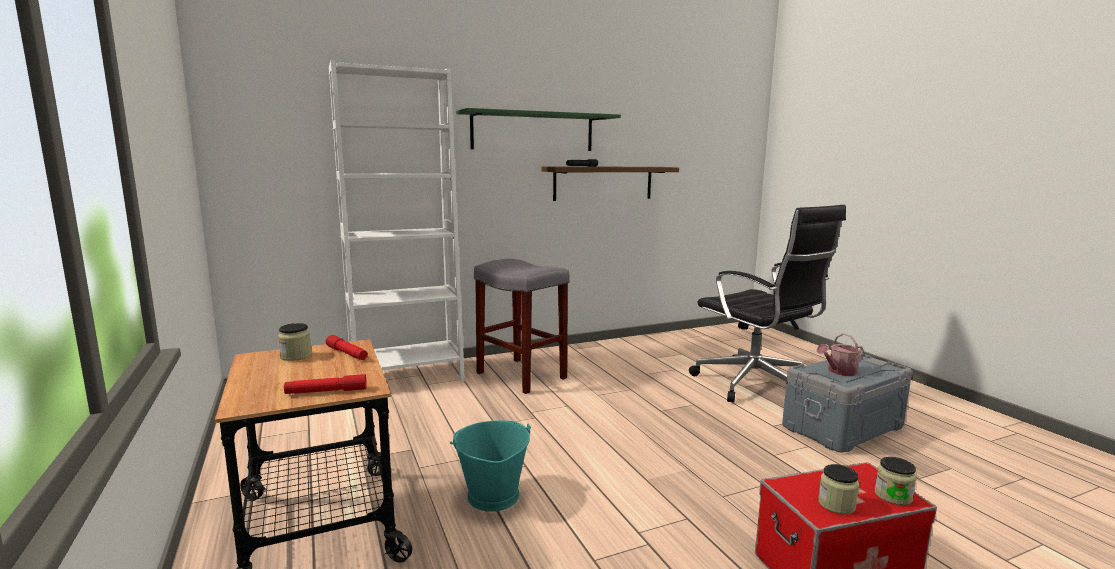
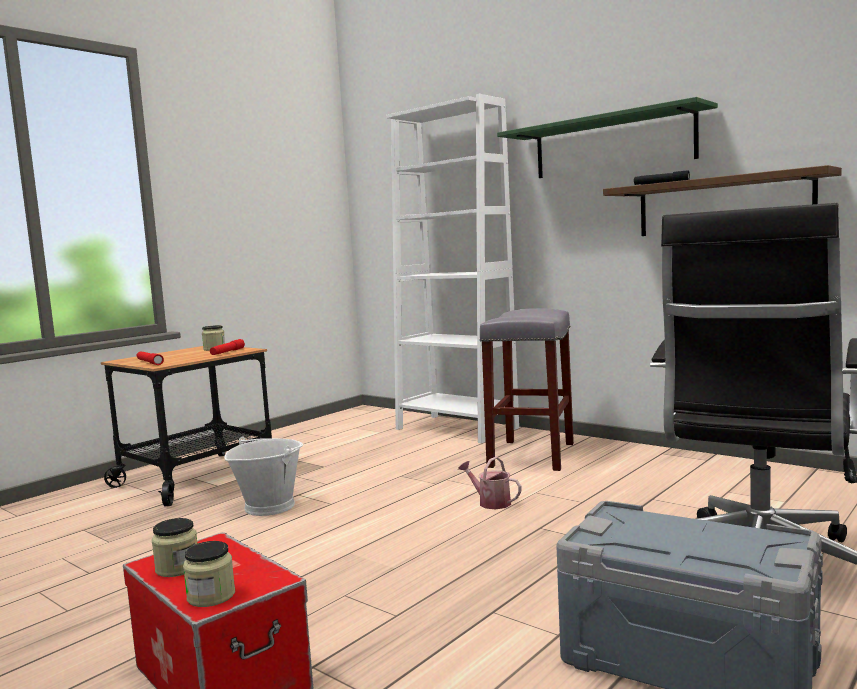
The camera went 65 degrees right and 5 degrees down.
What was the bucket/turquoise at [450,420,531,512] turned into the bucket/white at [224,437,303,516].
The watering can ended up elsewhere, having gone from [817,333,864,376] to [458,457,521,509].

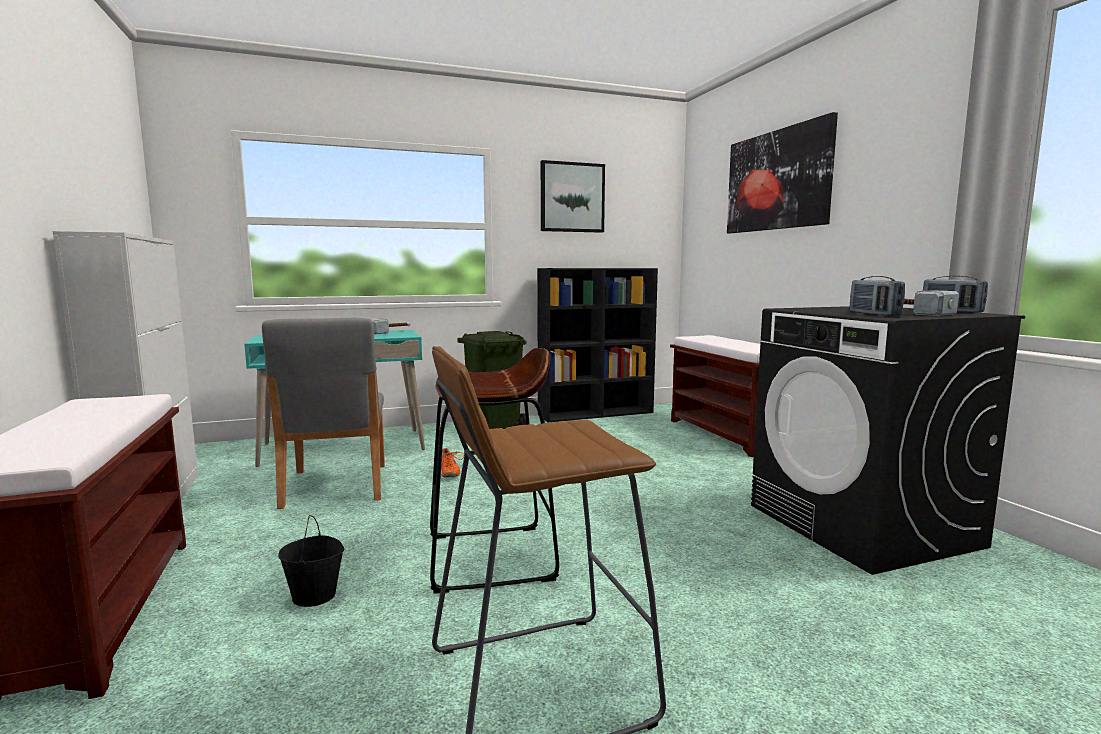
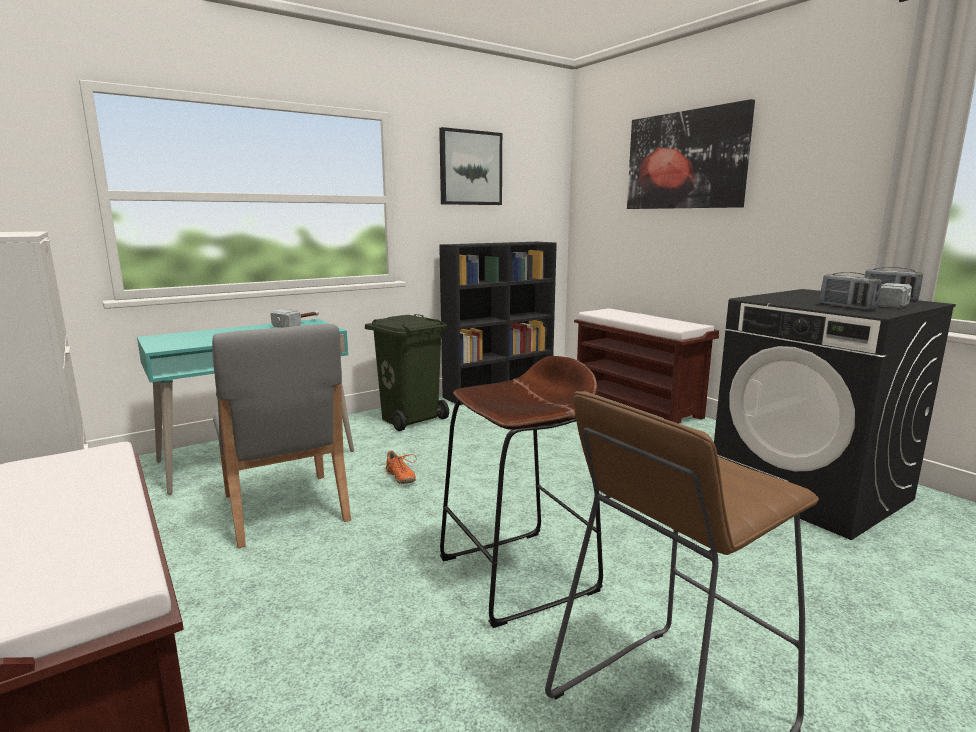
The camera went 15 degrees left and 5 degrees up.
The second view lost the bucket/black at [278,515,344,607].

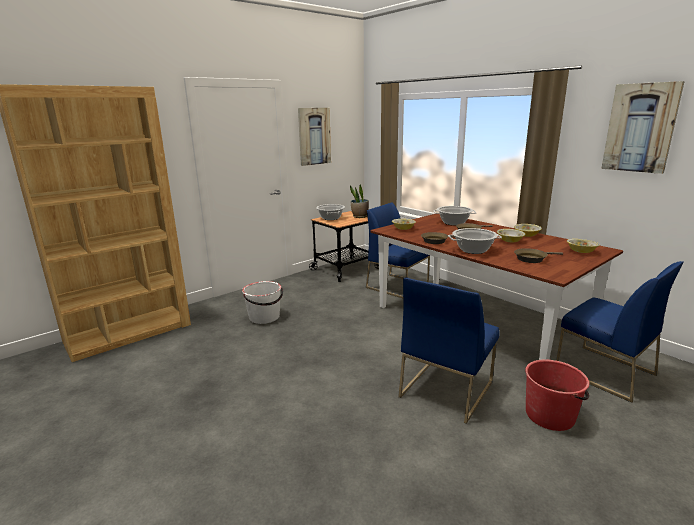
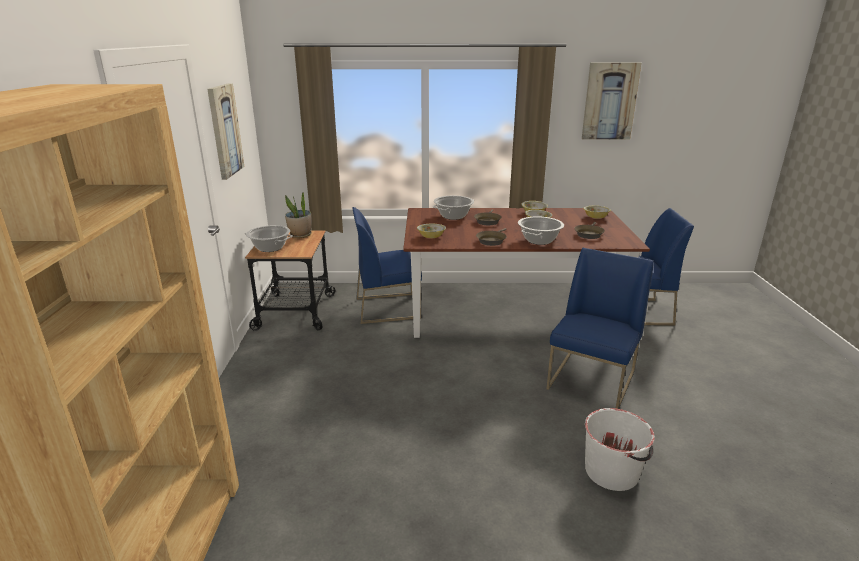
The camera went 50 degrees left and 5 degrees up.
The chair/blue at [398,278,500,424] ended up facing another way, 135 degrees counterclockwise from before.
The bucket/white ended up elsewhere, having gone from [242,281,283,324] to [585,408,654,491].
The second view lost the bucket/red at [525,359,589,431].

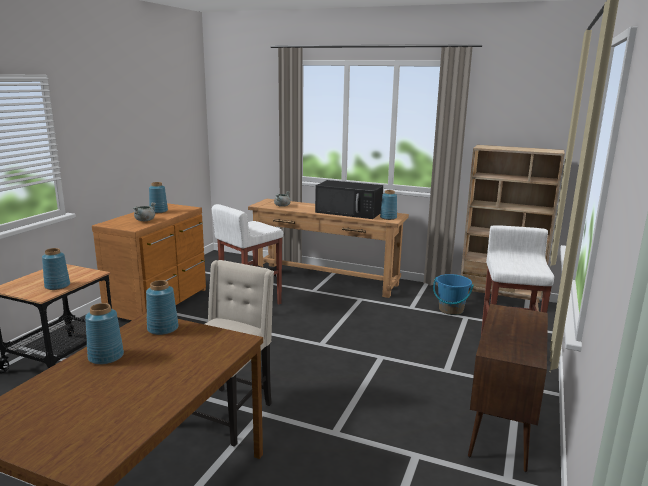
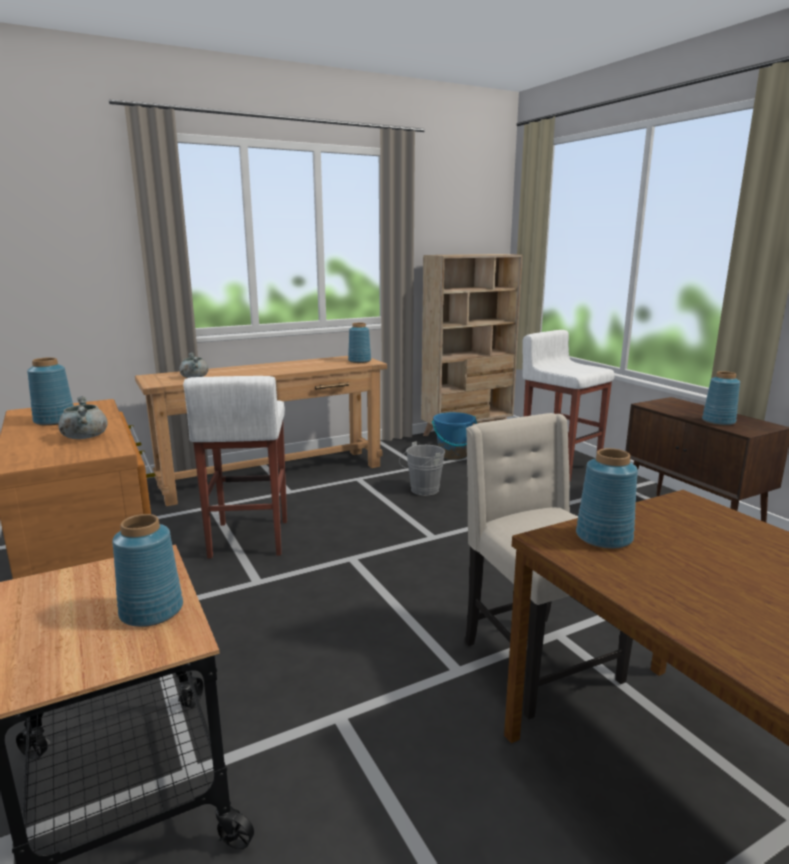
The camera went 50 degrees left and 0 degrees up.
The second view gained the bucket/grey at [399,442,445,496].
The vase/blue ended up elsewhere, having gone from [85,303,124,365] to [702,371,740,426].
The second view lost the microwave/black at [315,180,383,219].

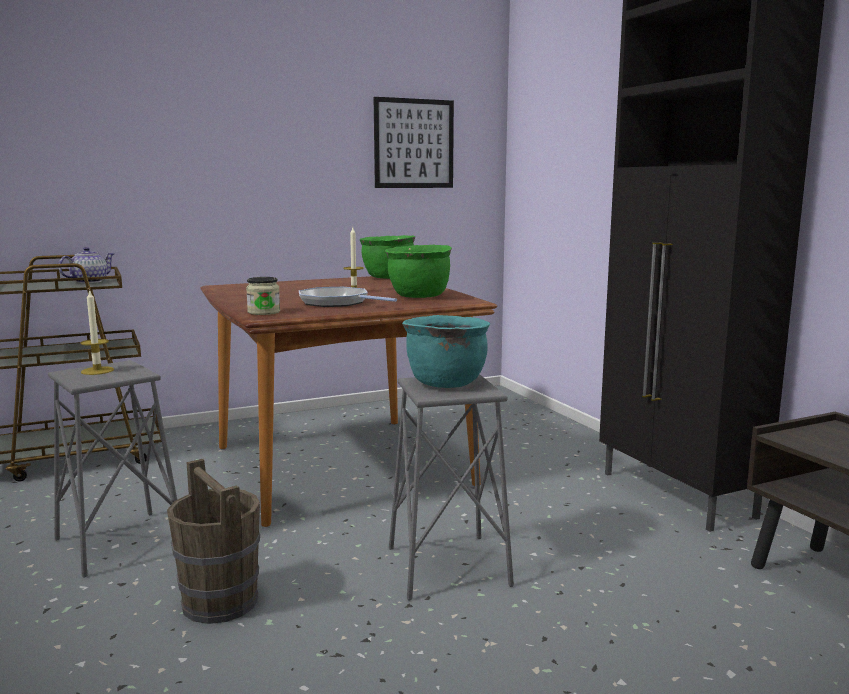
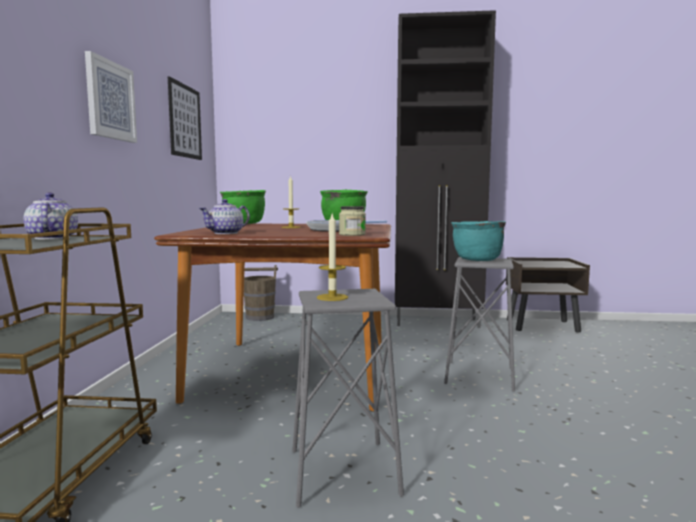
The camera went 60 degrees left and 5 degrees down.
The second view gained the picture at [85,51,137,143].
The second view gained the teapot at [199,199,250,234].
The bucket/brown ended up elsewhere, having gone from [167,459,260,624] to [244,265,278,321].

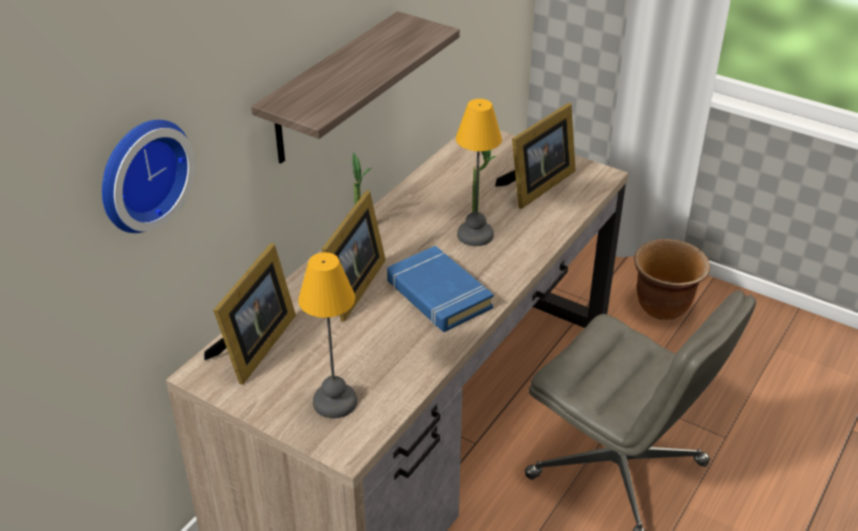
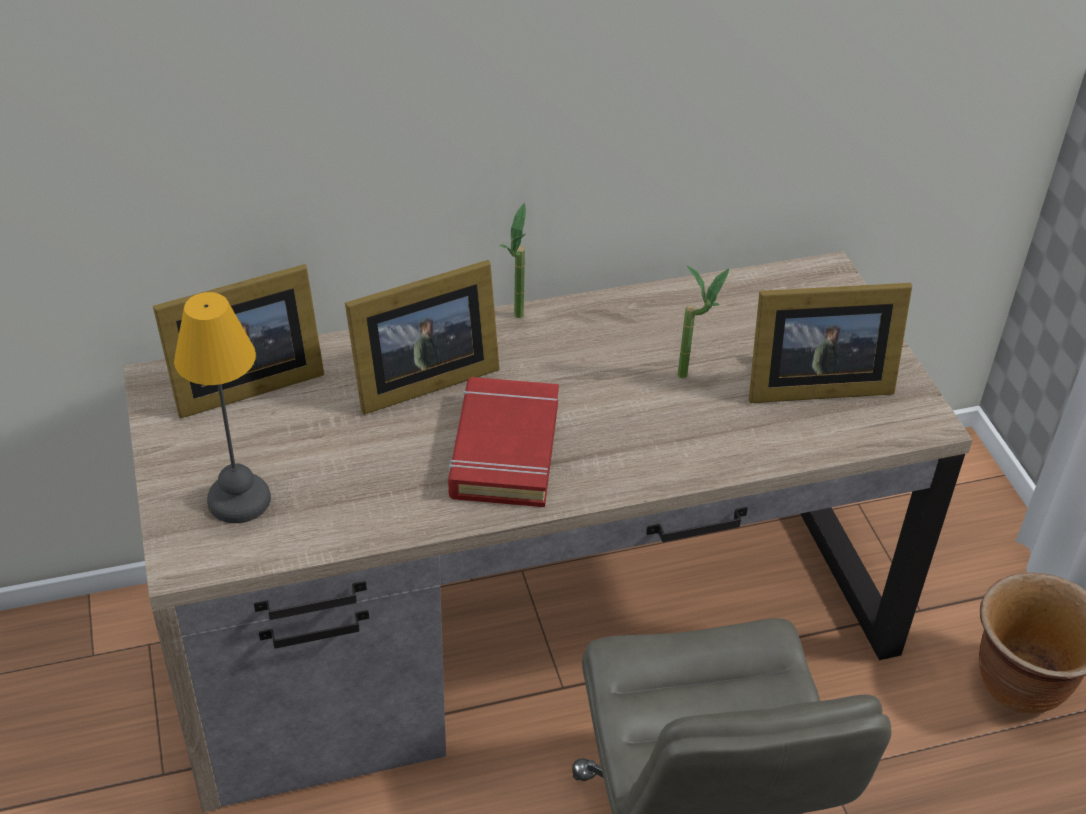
The camera went 40 degrees right and 5 degrees up.
What was the book/blue at [387,246,494,332] turned into the book/red at [448,377,559,507].
The second view lost the wall clock at [102,120,195,233].
The second view lost the shelf at [251,11,460,164].
The second view lost the table lamp at [456,99,502,246].

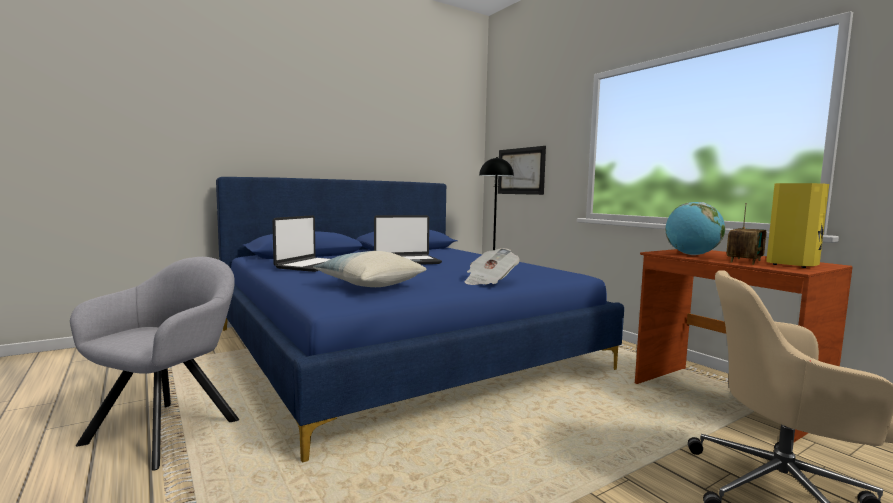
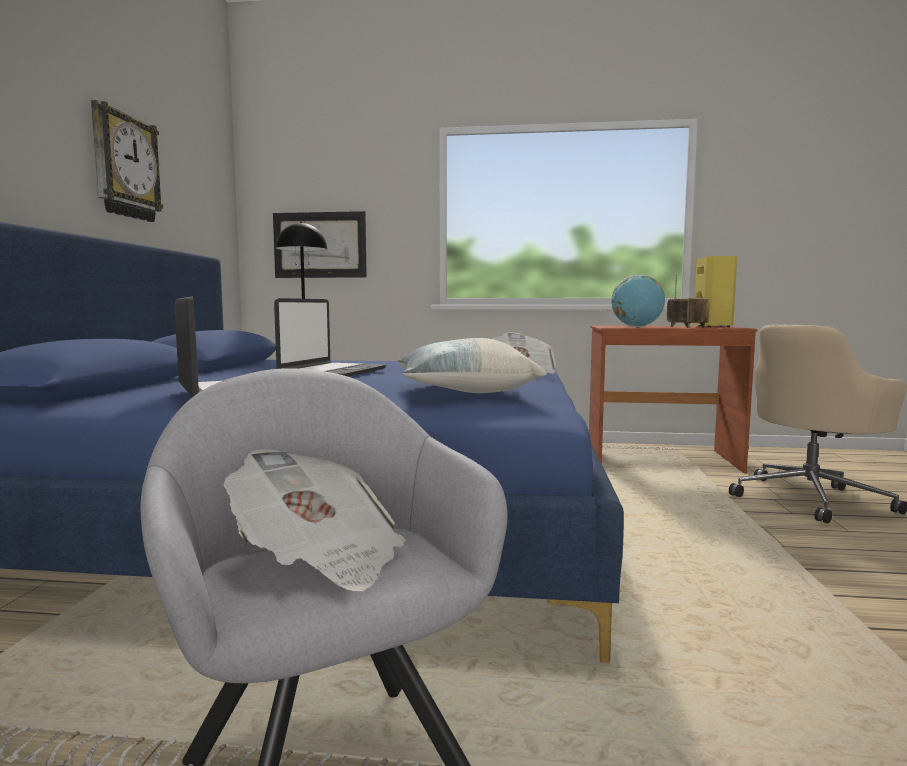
The camera went 50 degrees left and 0 degrees up.
The second view gained the wall clock at [91,100,163,222].
The second view gained the newspaper at [224,449,405,591].

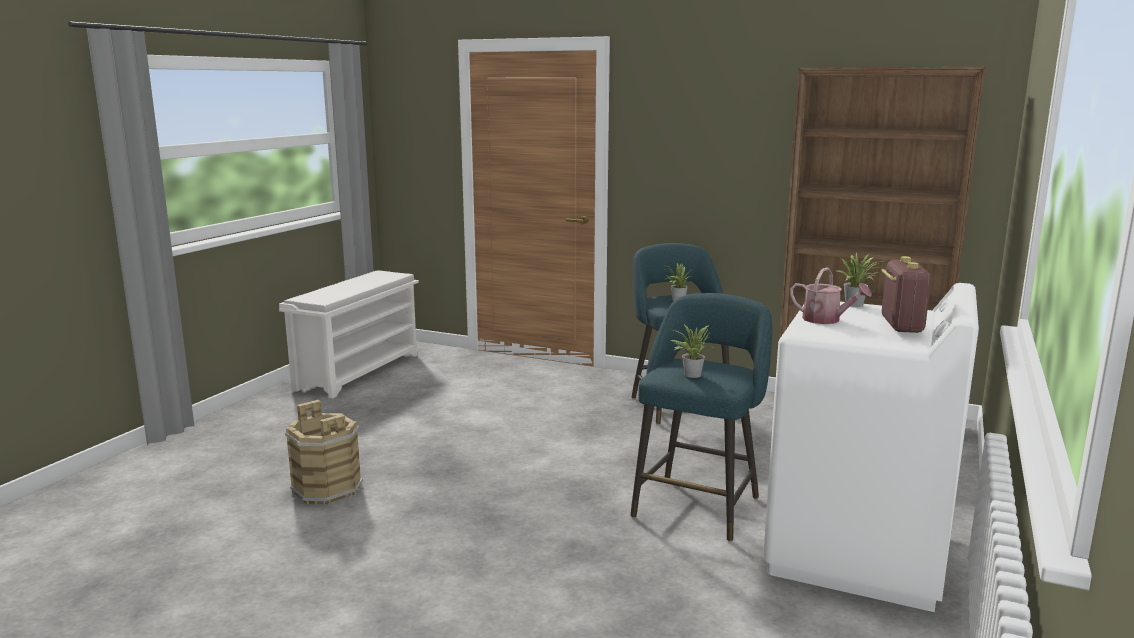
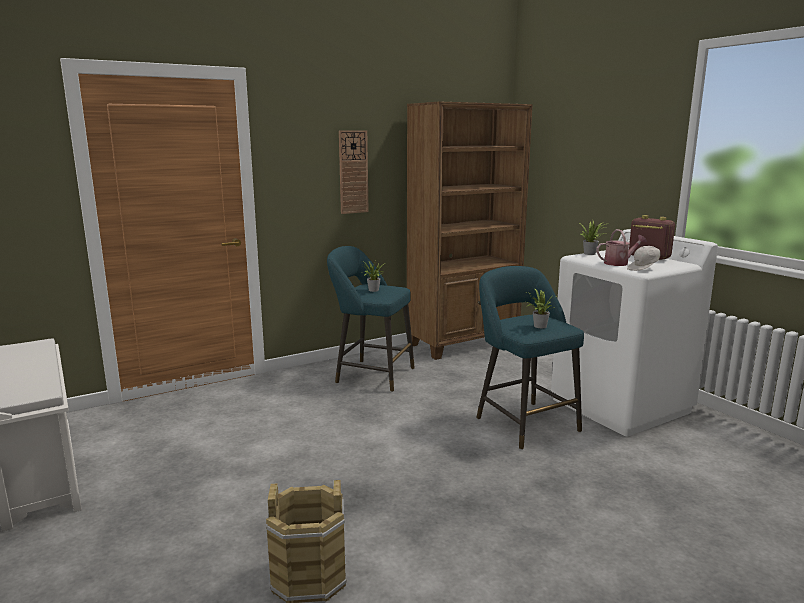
The camera went 55 degrees left and 0 degrees up.
The second view gained the wall clock at [339,130,369,214].
The second view gained the cap/white at [627,246,661,271].

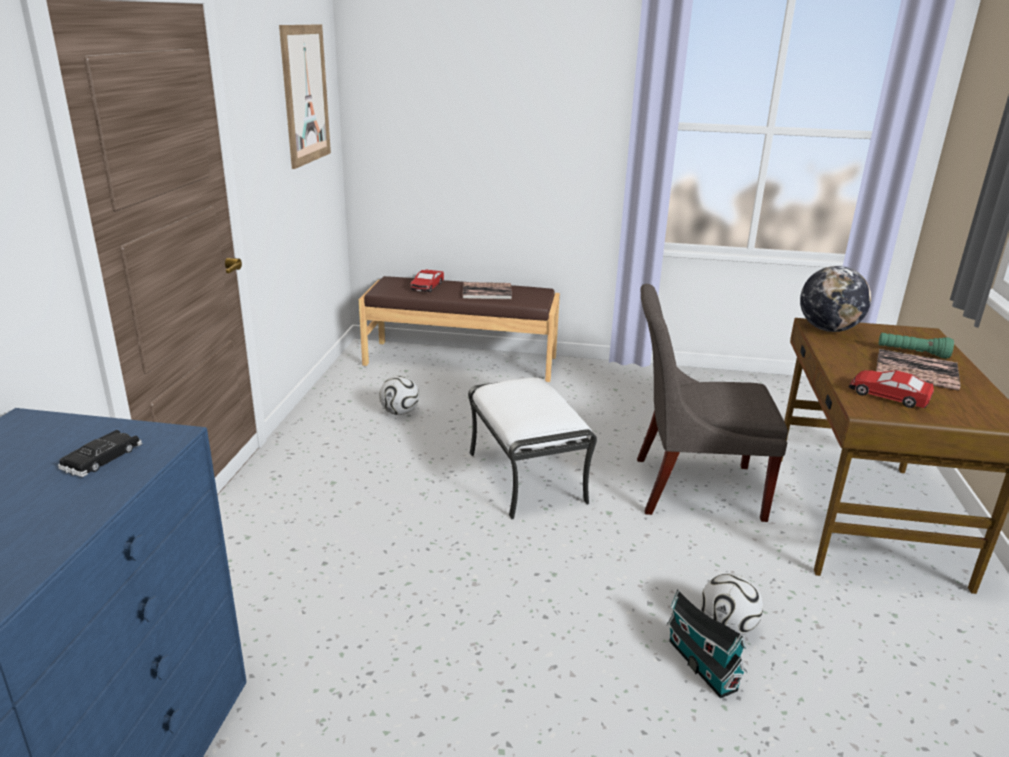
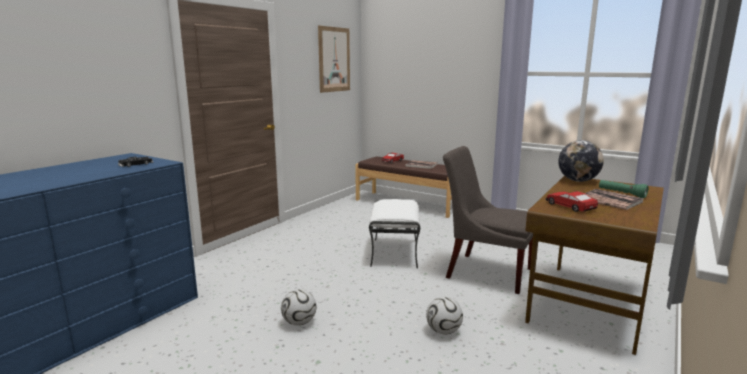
The camera went 25 degrees right and 10 degrees down.
The football ended up elsewhere, having gone from [379,375,419,415] to [281,289,316,326].
The second view lost the toy house at [667,590,747,698].

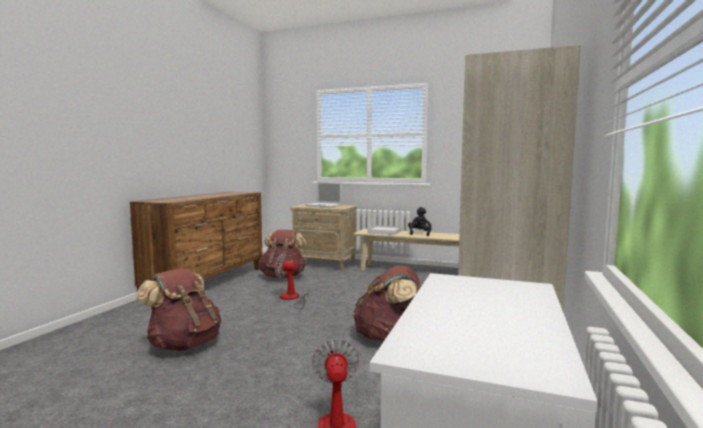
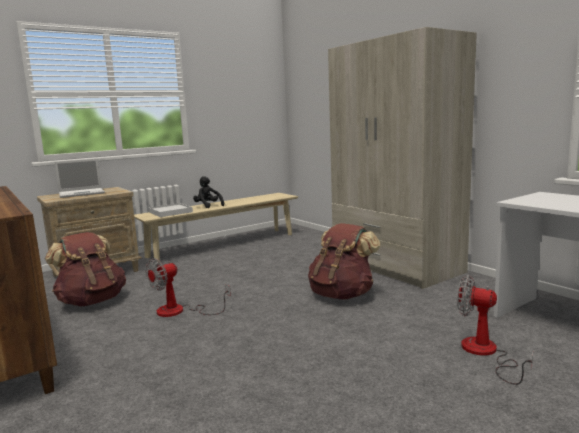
The camera went 55 degrees left and 5 degrees up.
The second view lost the backpack/brown at [136,268,221,351].

